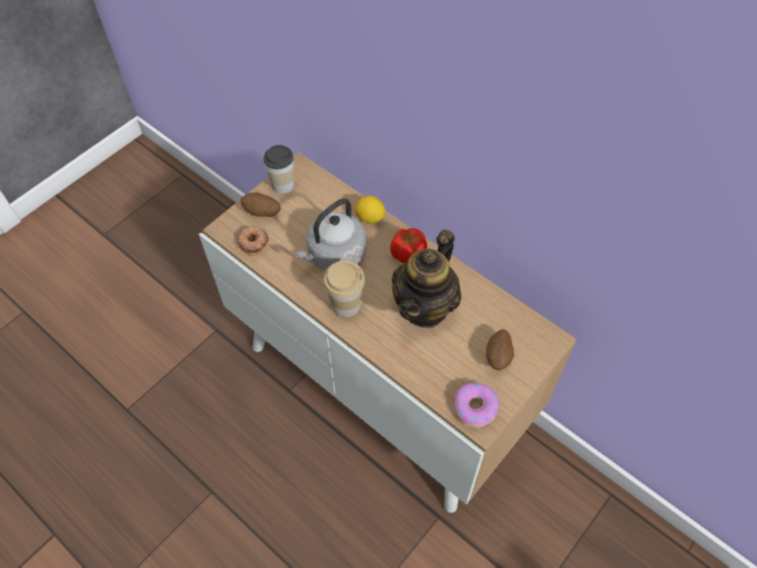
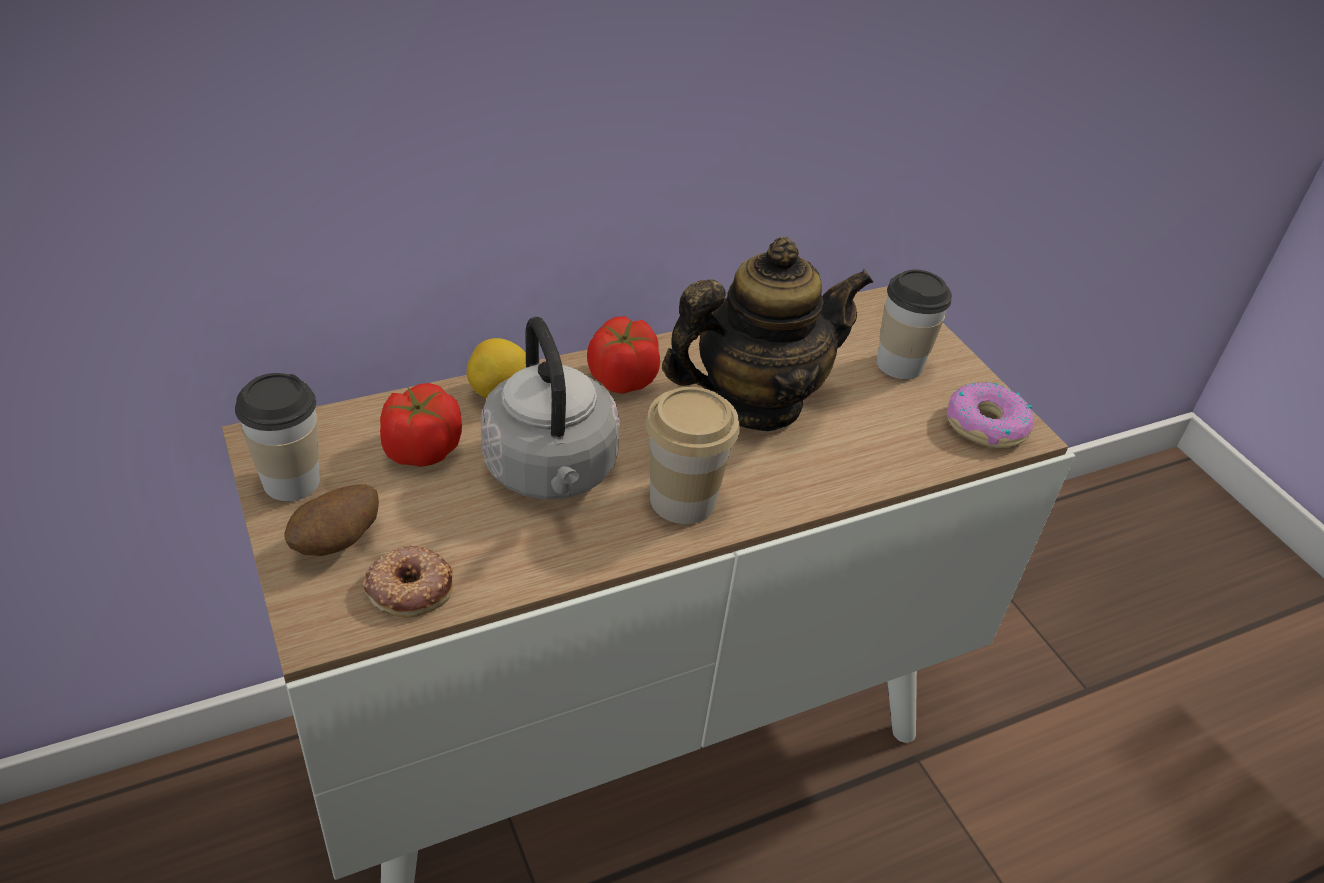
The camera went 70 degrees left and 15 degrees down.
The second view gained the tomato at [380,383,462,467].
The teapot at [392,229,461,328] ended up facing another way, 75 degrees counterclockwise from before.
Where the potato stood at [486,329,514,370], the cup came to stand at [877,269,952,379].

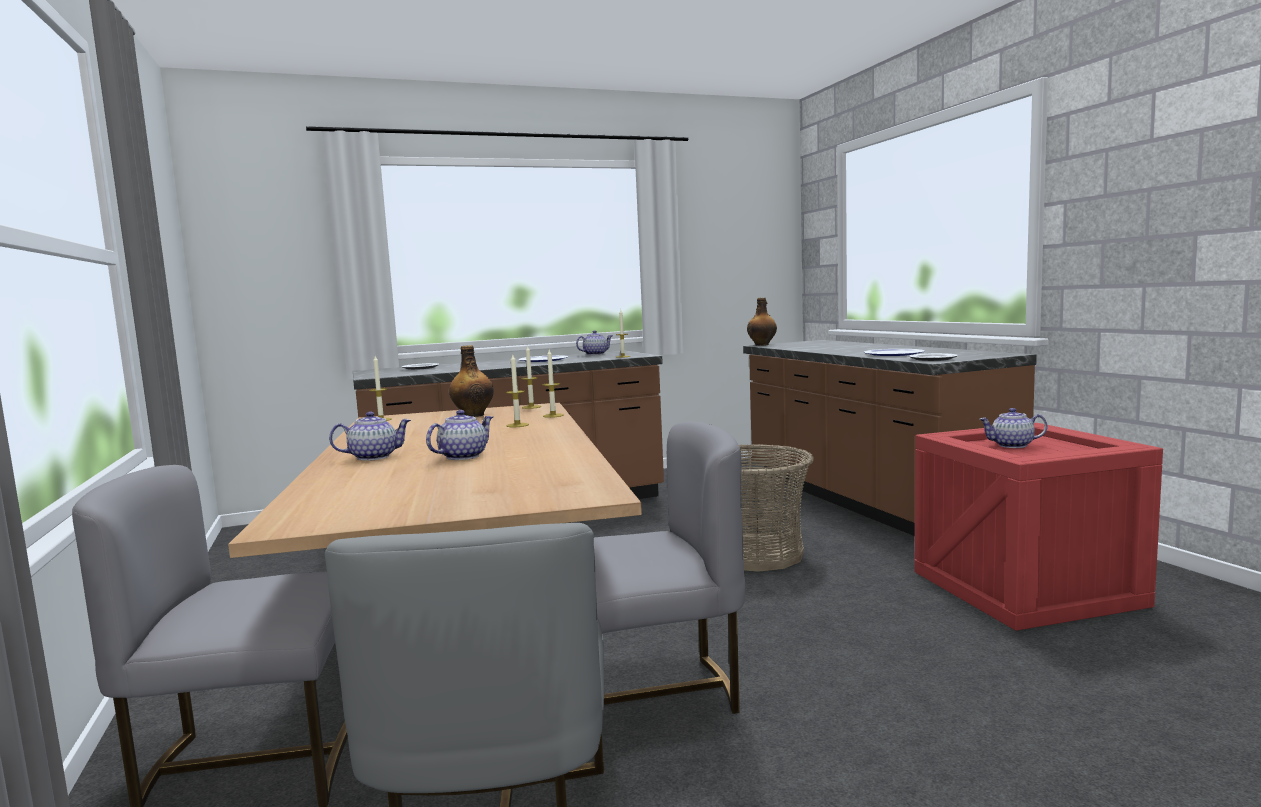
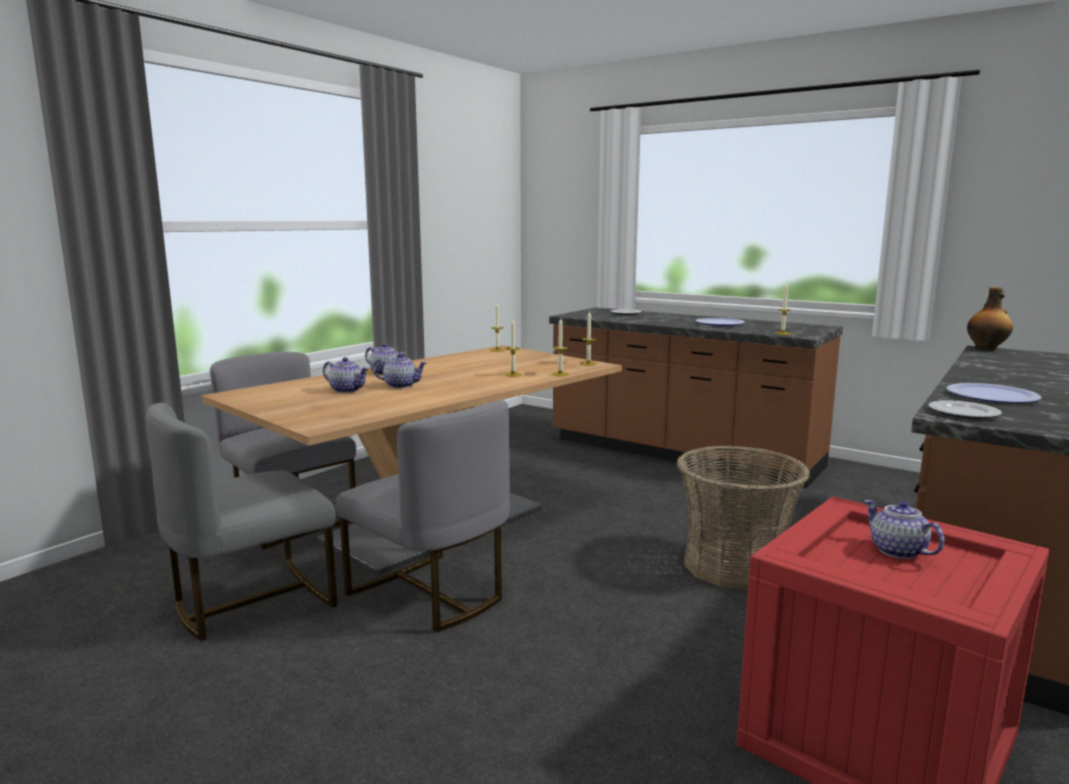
The camera went 55 degrees right and 5 degrees up.
The teapot ended up elsewhere, having gone from [576,330,613,355] to [323,357,369,393].
The second view lost the bottle at [449,345,494,417].

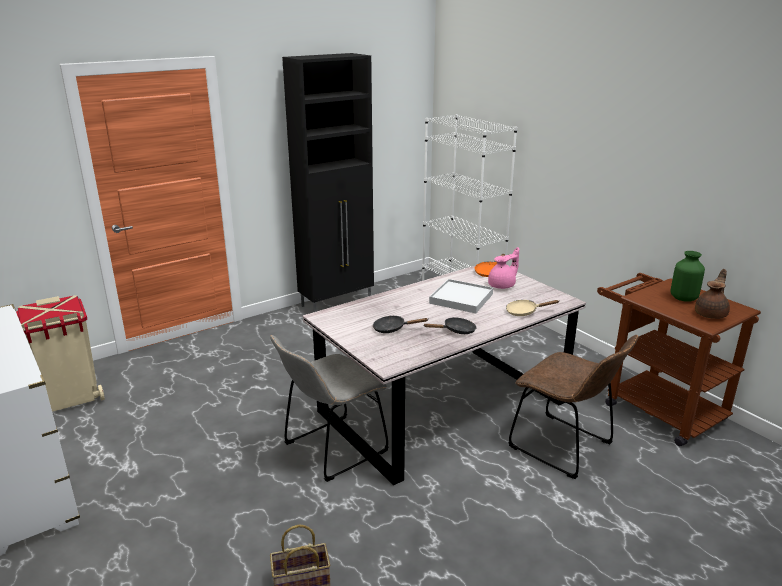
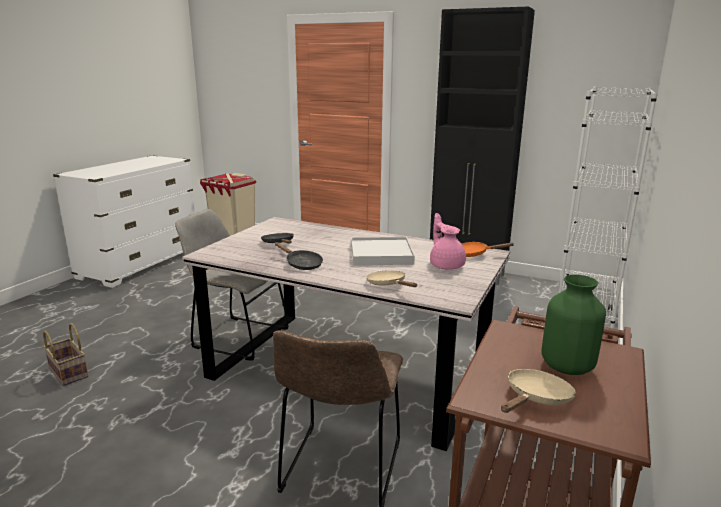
The camera went 60 degrees right and 5 degrees down.
The teapot/pink at [488,247,519,289] ended up facing another way, 135 degrees counterclockwise from before.
Where the teapot/brown stood at [695,269,730,319], the frying pan/beige came to stand at [501,369,575,413].

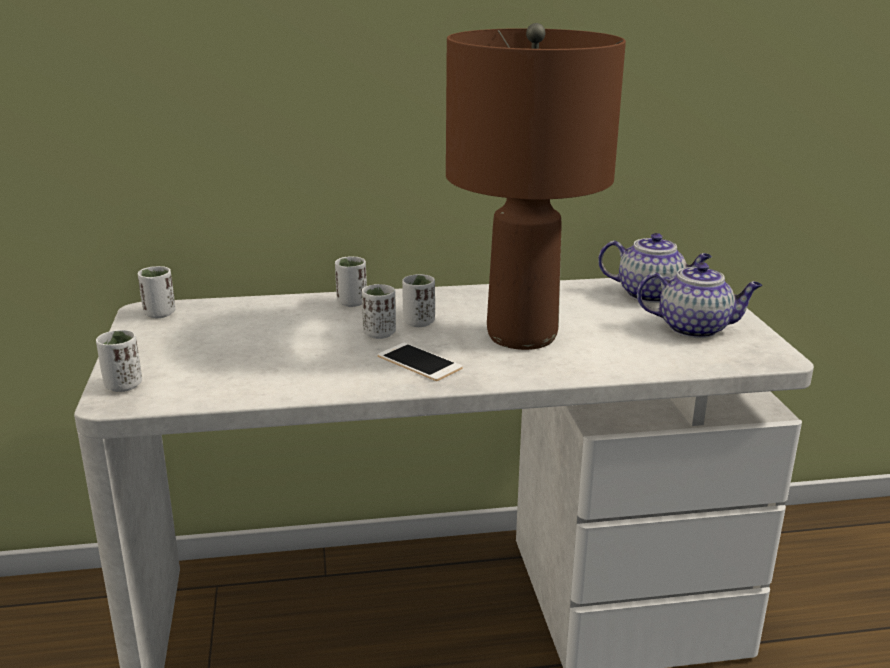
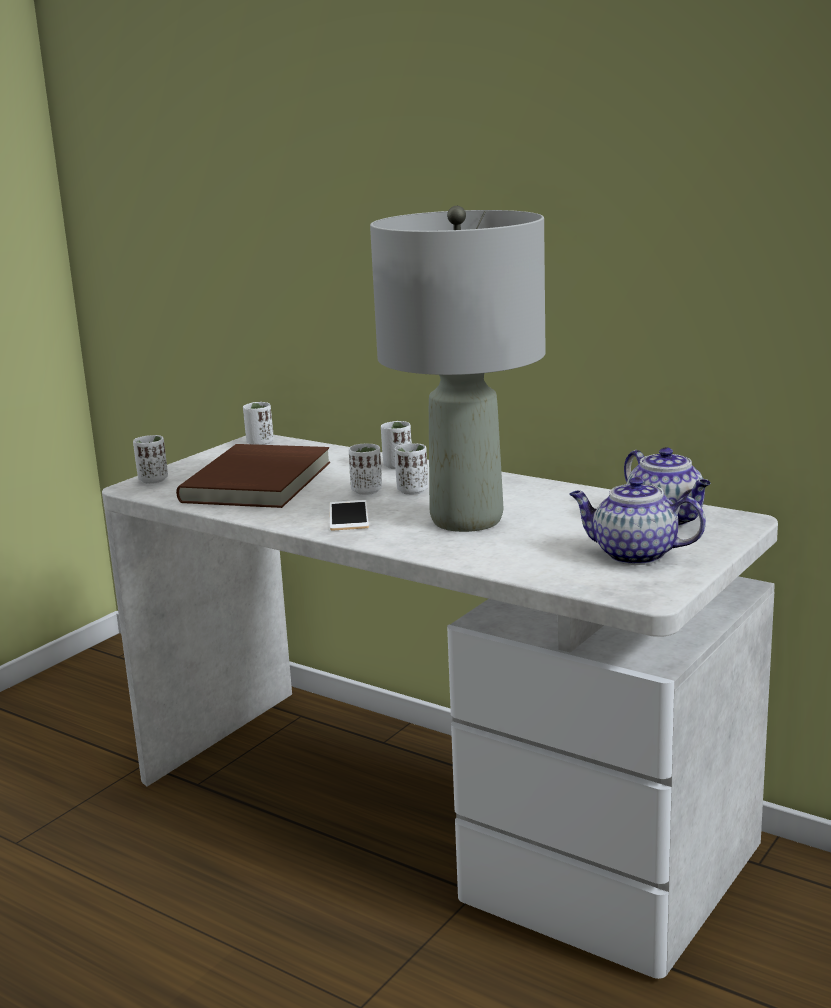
The camera went 45 degrees right and 5 degrees down.
The second view gained the book/brown at [176,444,330,508].
What was the table lamp/brown at [446,23,626,350] turned into the table lamp/grey at [370,206,546,532].
The teapot at [637,262,762,338] ended up facing another way, 150 degrees clockwise from before.

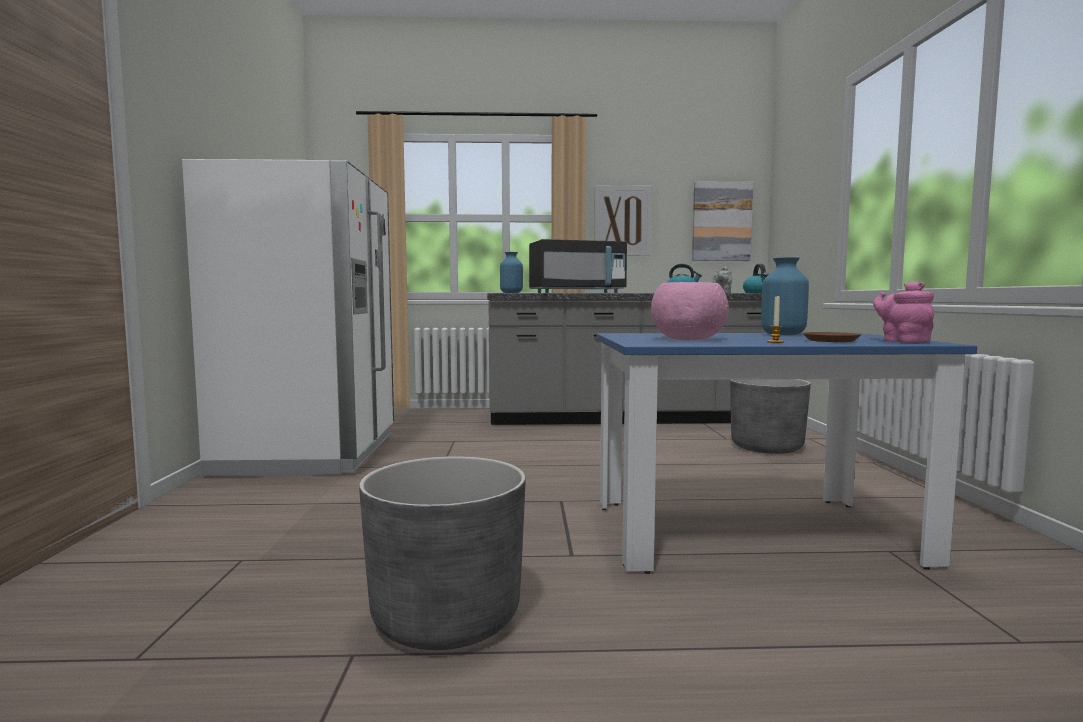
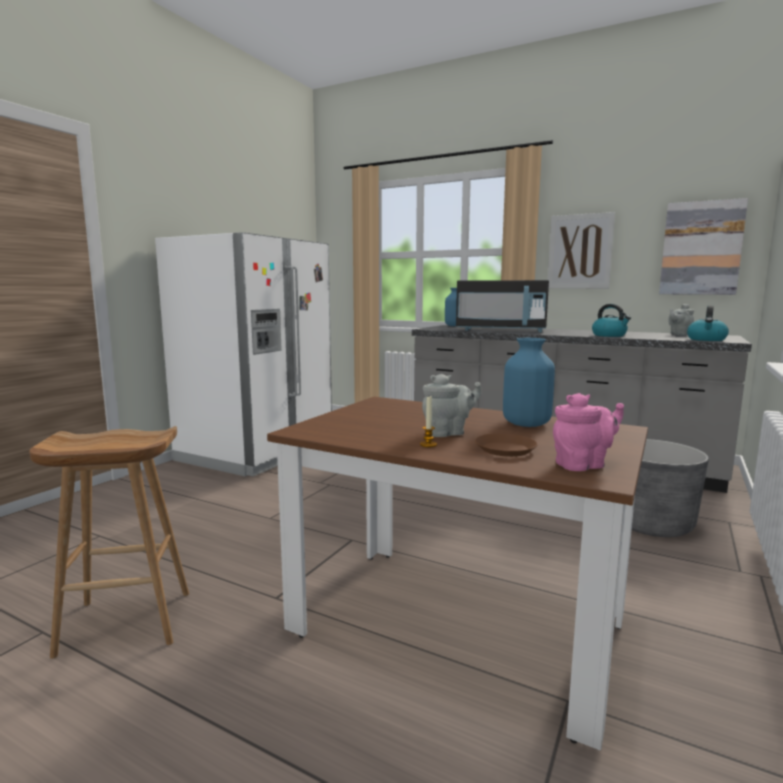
The camera went 30 degrees right and 5 degrees up.
Where the planter/grey stood at [359,456,526,650], the stool/brown came to stand at [29,426,189,659].
What was the dining table/blue at [596,333,977,574] turned into the dining table/brown at [267,397,648,751].
The second view gained the teapot/grey at [422,374,482,437].
The teapot/pink at [873,281,934,343] ended up facing another way, 60 degrees clockwise from before.
The second view lost the bowl/pink at [651,282,729,340].

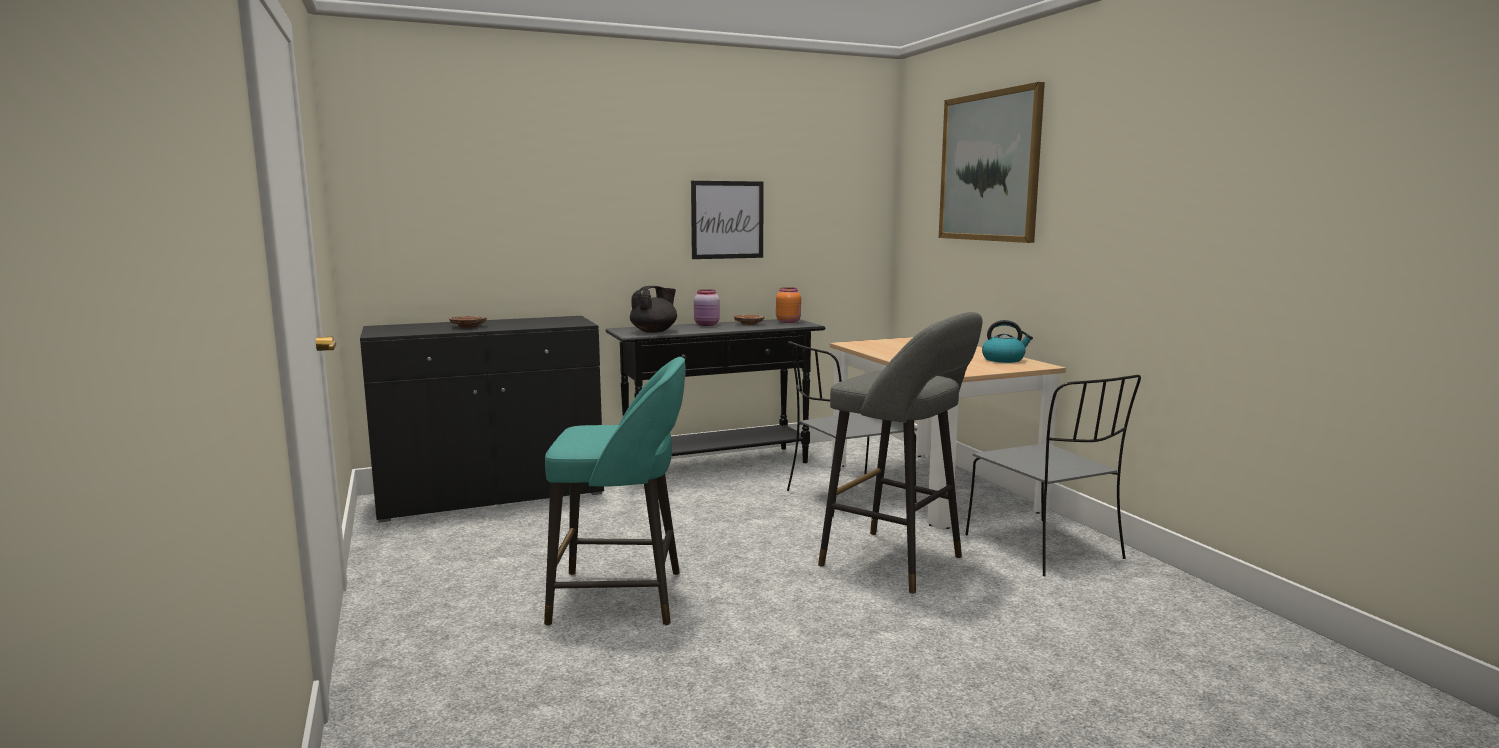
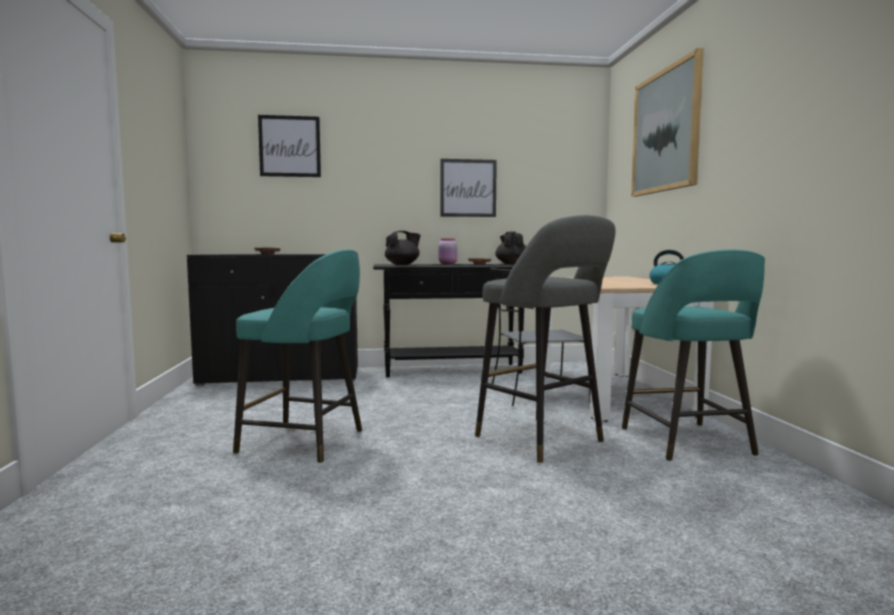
The camera went 15 degrees right and 5 degrees down.
The second view gained the picture at [258,115,321,177].
Where the jar/orange stood at [776,287,801,323], the teapot/black came to stand at [495,231,526,264].
Where the chair/grey stood at [965,375,1141,576], the stool/turquoise came to stand at [622,249,765,461].

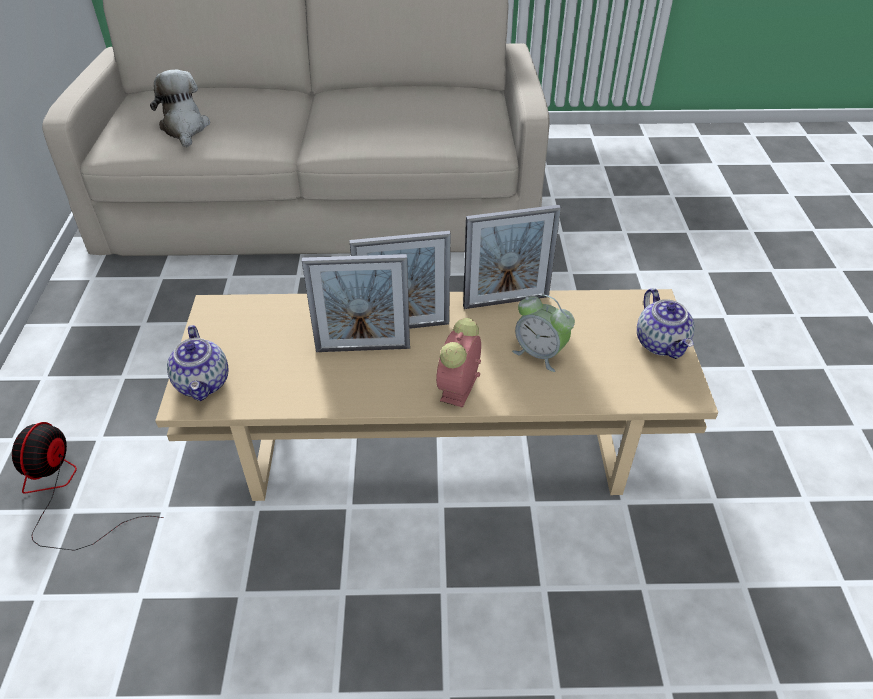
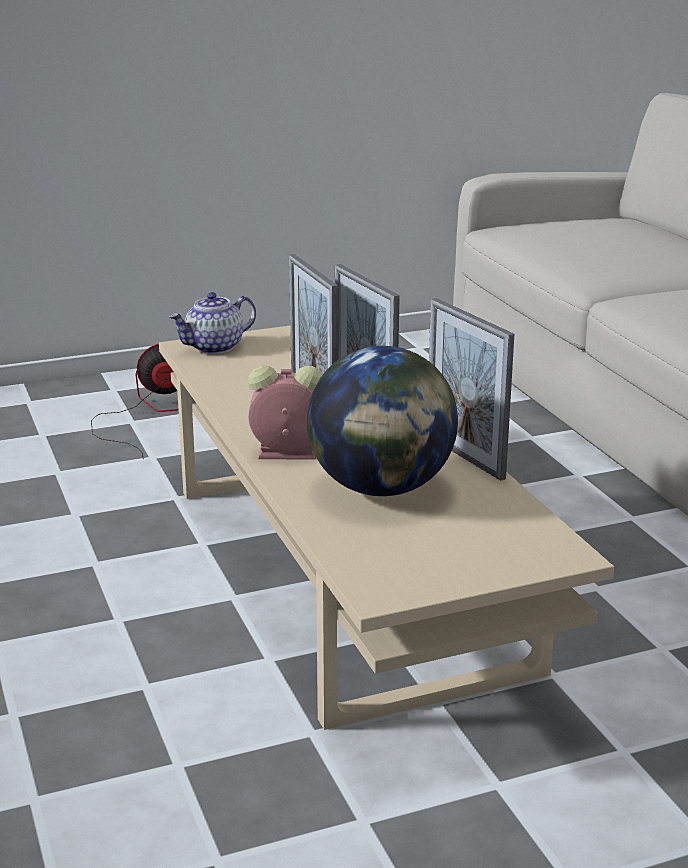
The camera went 70 degrees right and 20 degrees down.
Where the alarm clock stood at [512,295,575,372], the globe came to stand at [307,346,458,496].
The second view lost the plush toy at [150,70,210,148].
The second view lost the teapot at [637,288,695,359].

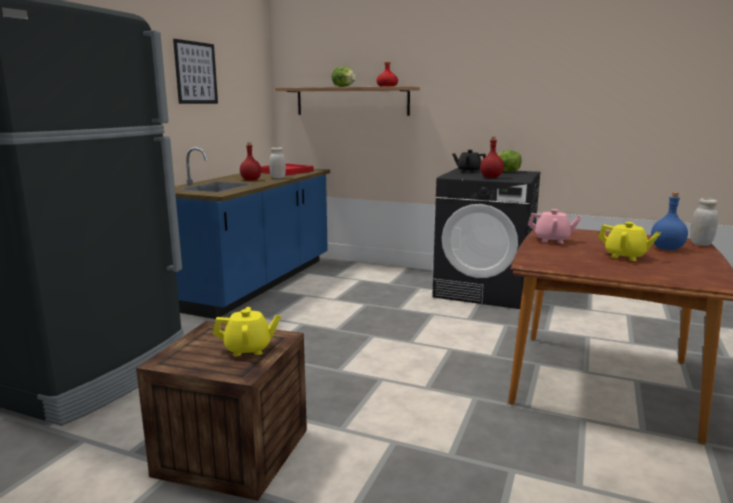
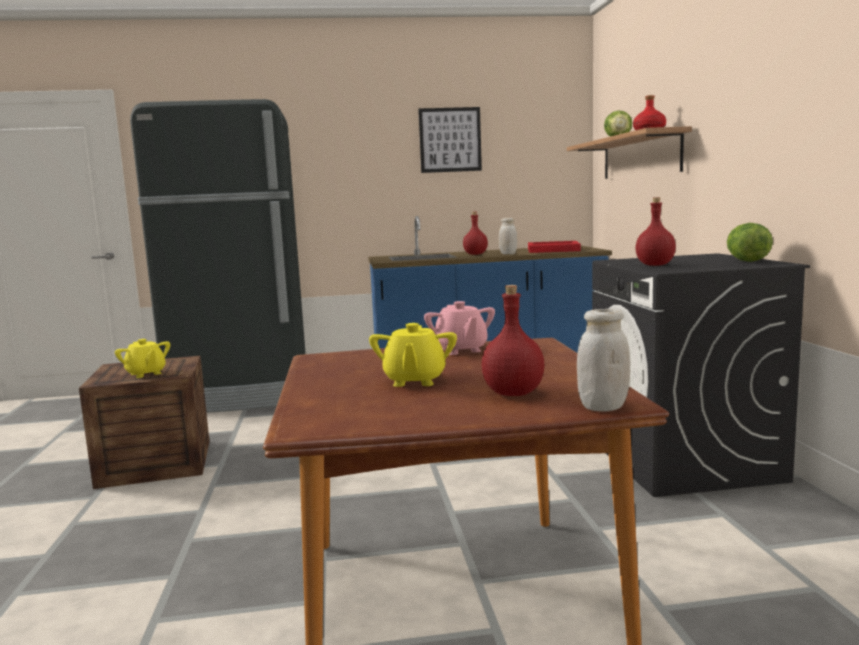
The camera went 60 degrees right and 5 degrees down.
What was the bottle/blue at [651,192,688,250] turned into the bottle/red at [482,285,545,396].
The second view lost the teapot/black at [452,150,486,173].

